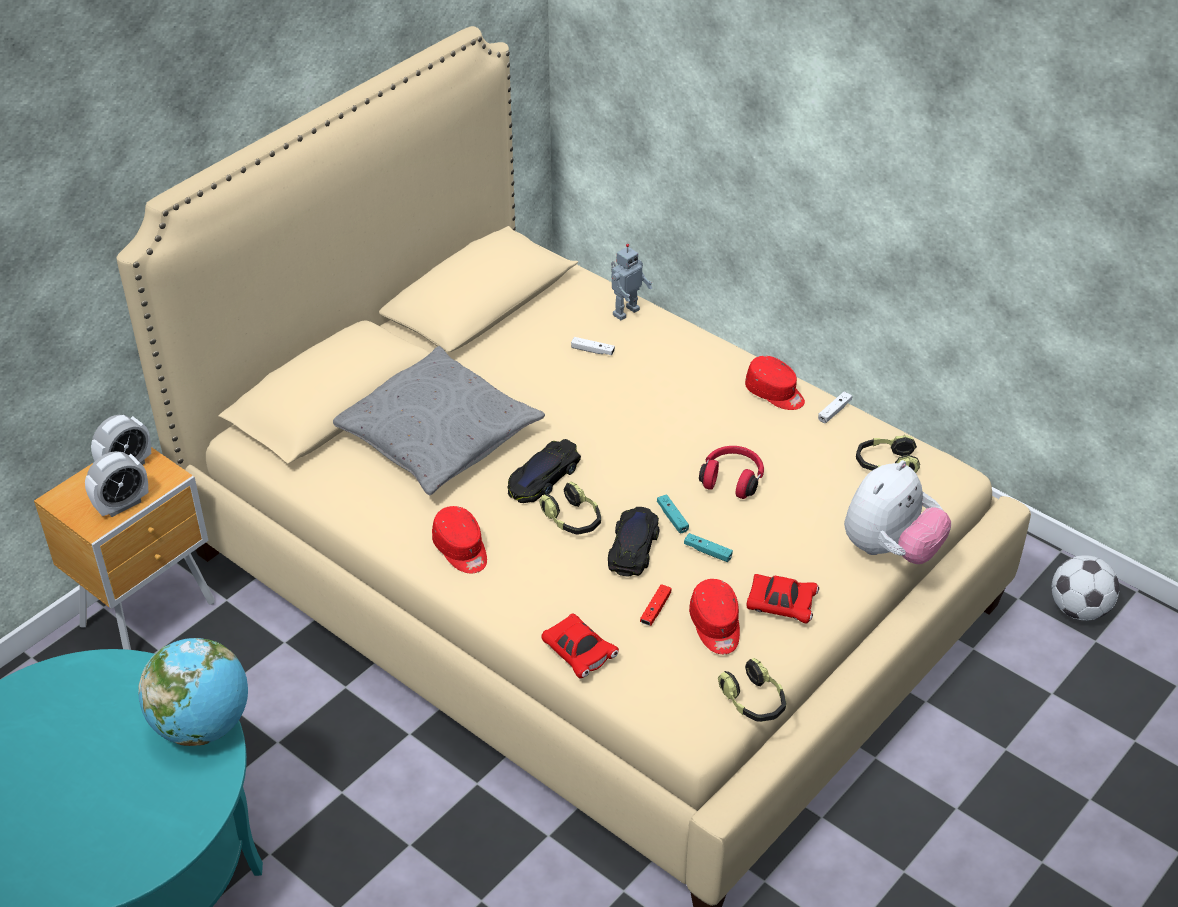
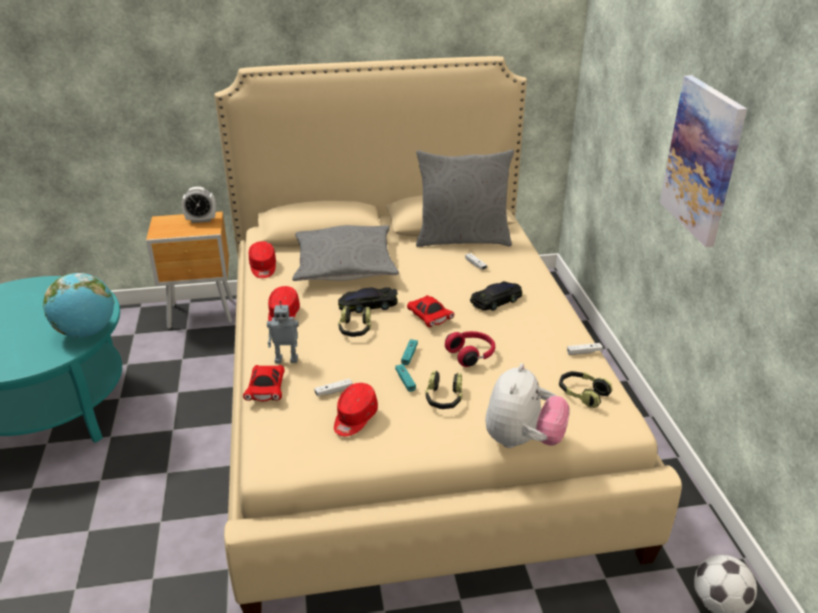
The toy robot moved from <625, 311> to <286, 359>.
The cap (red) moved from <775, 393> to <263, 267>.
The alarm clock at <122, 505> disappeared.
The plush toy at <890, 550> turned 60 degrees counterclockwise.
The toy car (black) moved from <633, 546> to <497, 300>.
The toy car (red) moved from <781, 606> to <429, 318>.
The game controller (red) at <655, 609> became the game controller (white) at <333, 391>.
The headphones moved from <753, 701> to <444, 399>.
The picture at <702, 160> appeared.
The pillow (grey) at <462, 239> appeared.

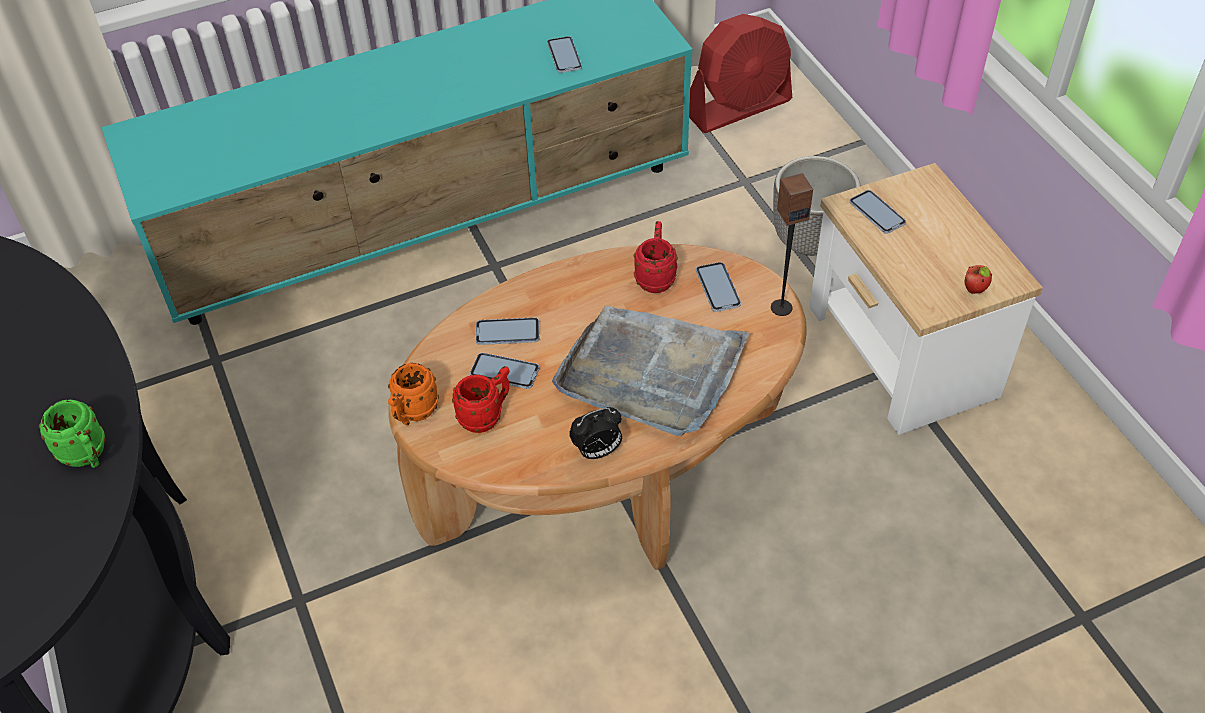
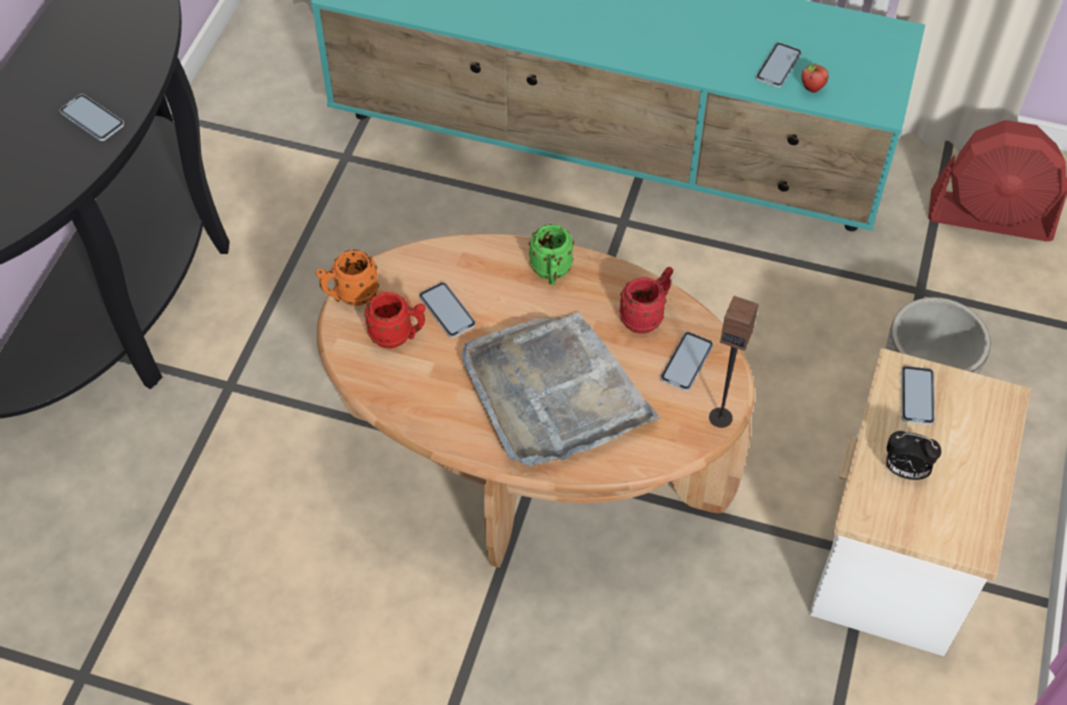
The apple moved from <975, 290> to <812, 89>.
The phone moved from <507, 332> to <92, 119>.
The mug (green) moved from <87, 456> to <551, 273>.
The alarm clock moved from <597, 451> to <904, 471>.

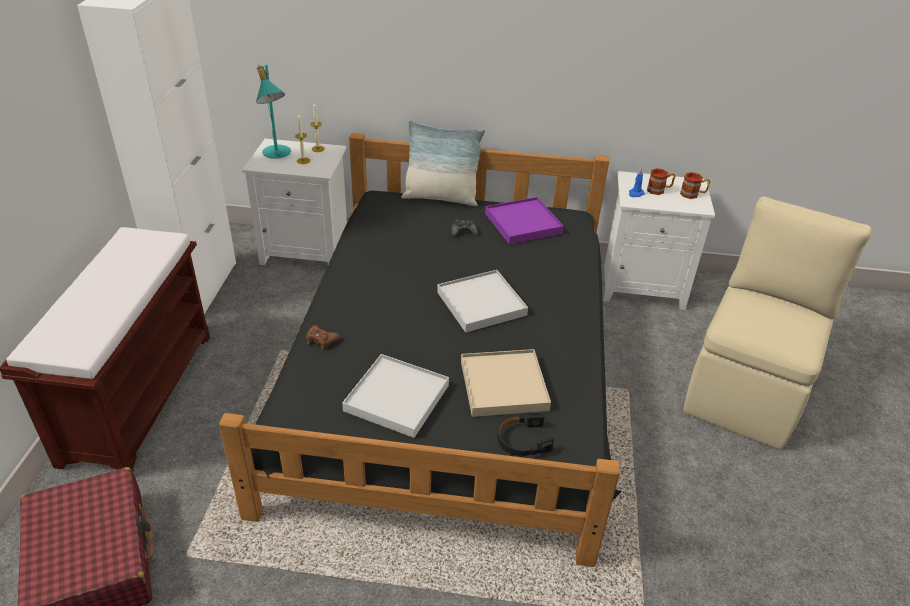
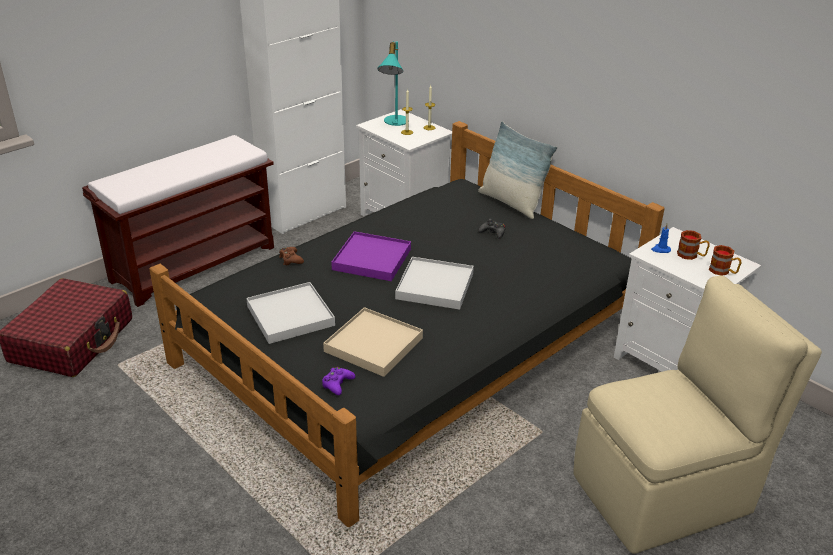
The tray (purple) moved from <523, 223> to <372, 259>.
The headphones (black) at <522, 440> was replaced by the game controller (purple) at <337, 384>.

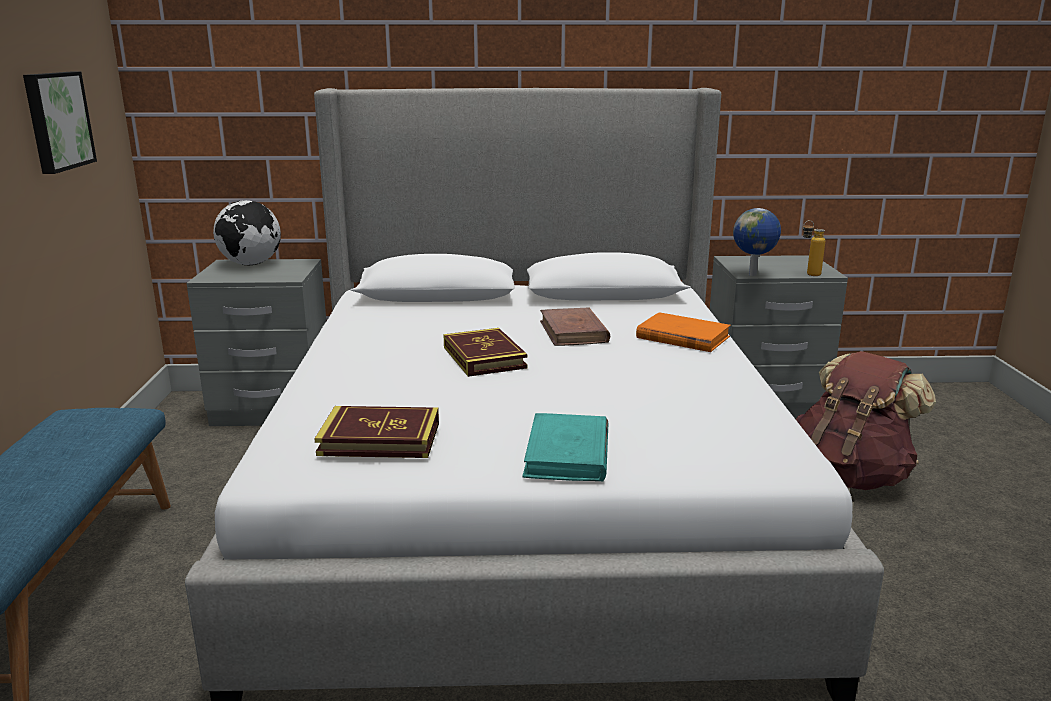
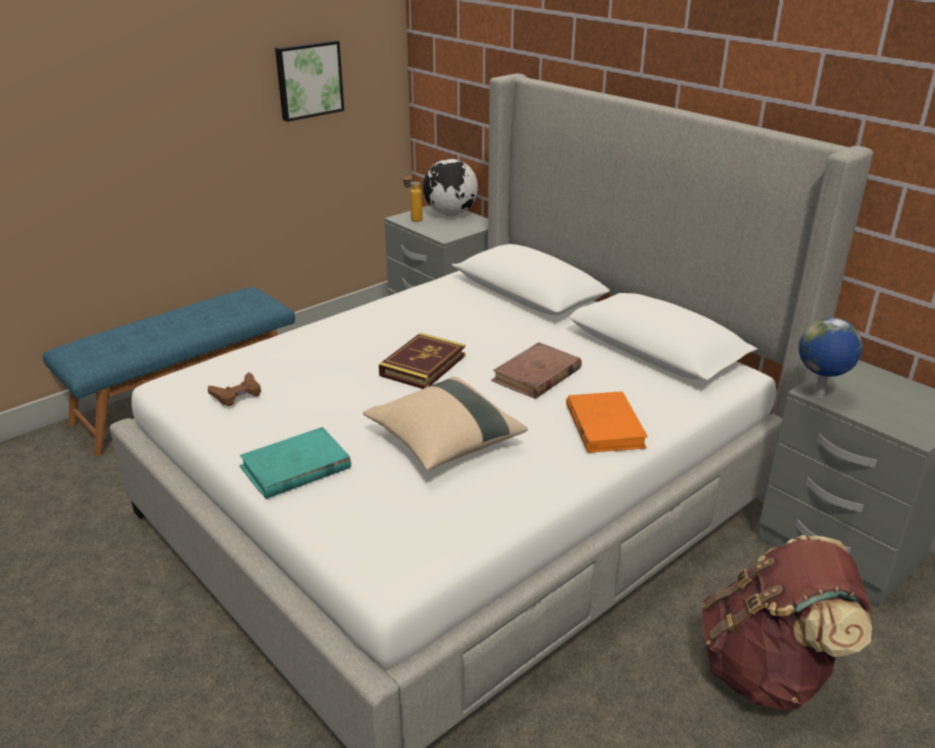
The bottle moved from <808, 275> to <413, 219>.
The book at <380, 439> was replaced by the game controller (brown) at <237, 394>.
The pillow (beige) at <444, 441> appeared.

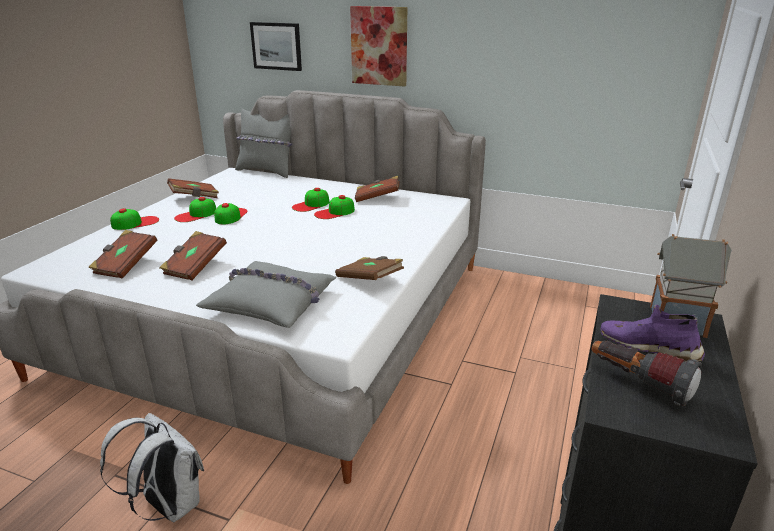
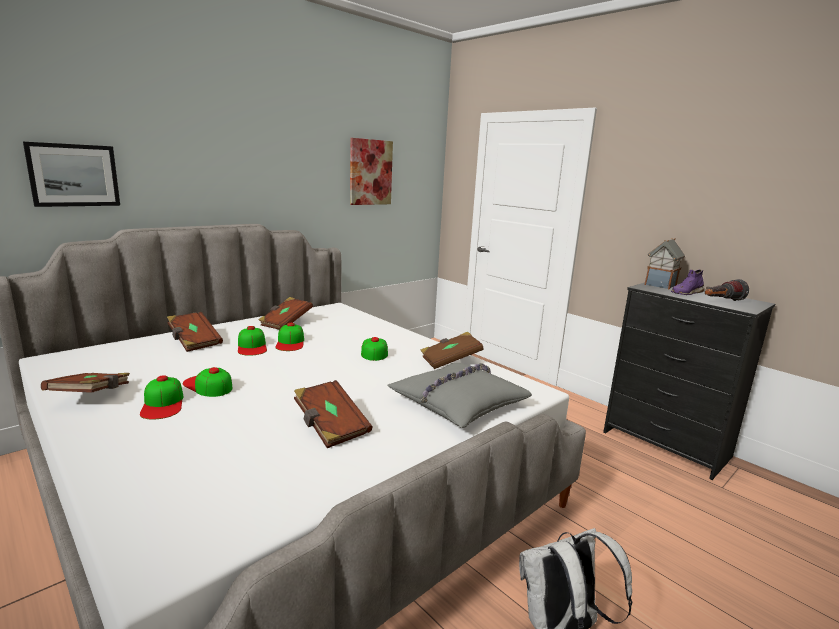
The picture moved from <379, 46> to <370, 172>.
The pillow (grey) at <266, 171> disappeared.
The cap moved from <135, 223> to <374, 351>.
The book (brown) moved from <125, 265> to <194, 341>.

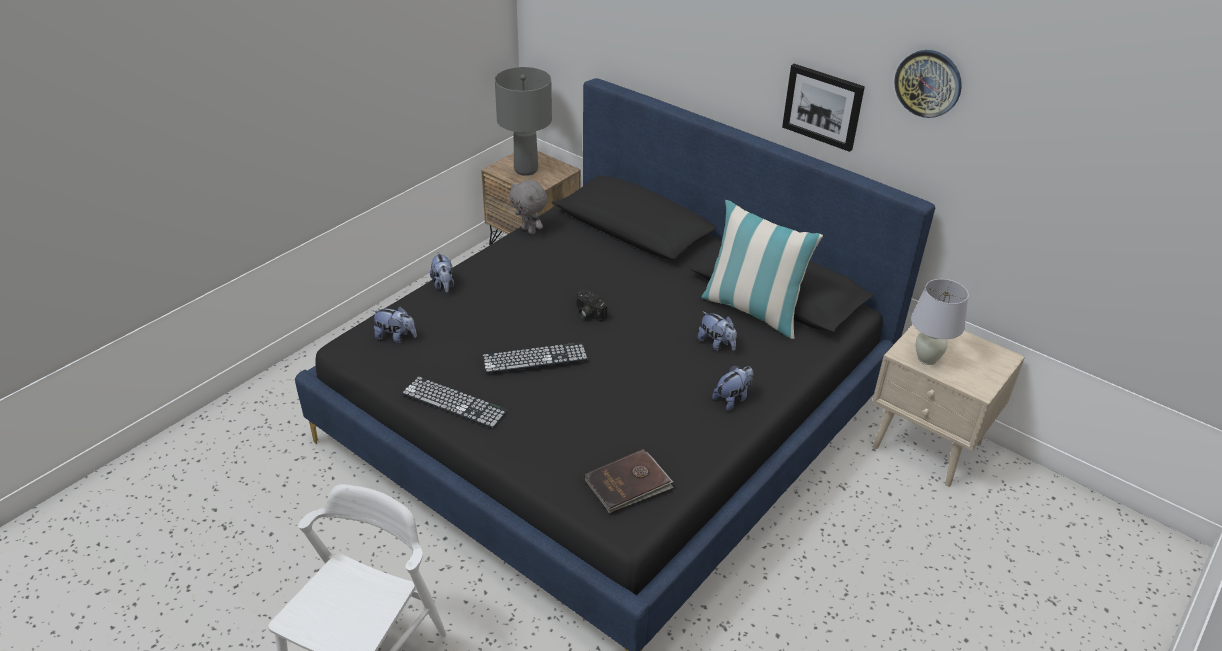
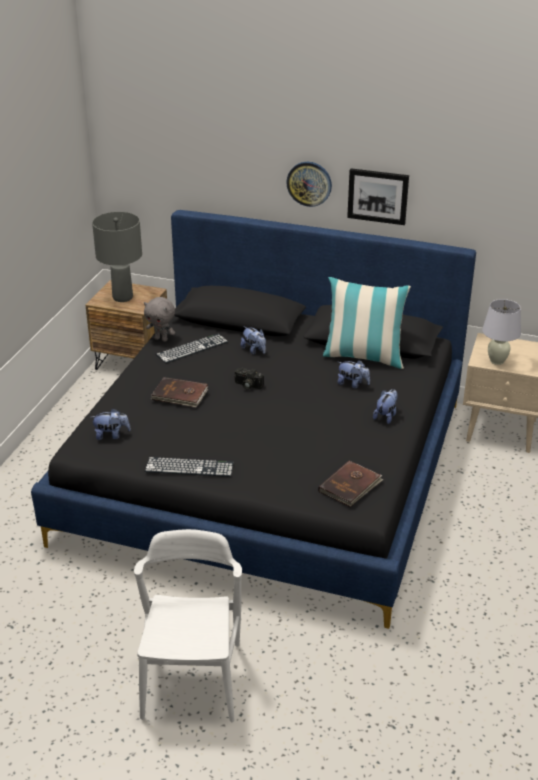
The wall clock moved from <928, 83> to <309, 183>.
The plush toy moved from <443, 285> to <254, 350>.
The keyboard moved from <534, 357> to <192, 348>.
The book (brown) at <180, 395> appeared.

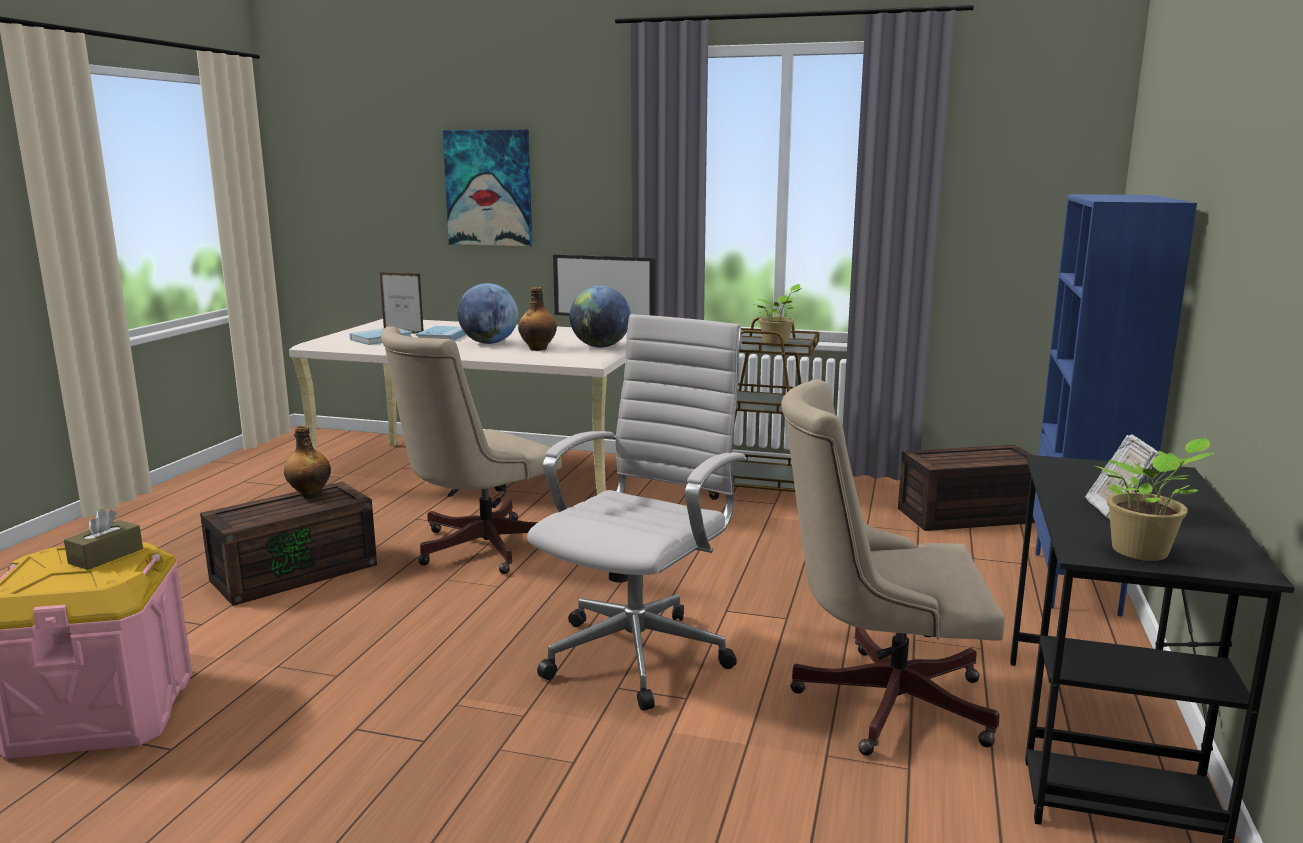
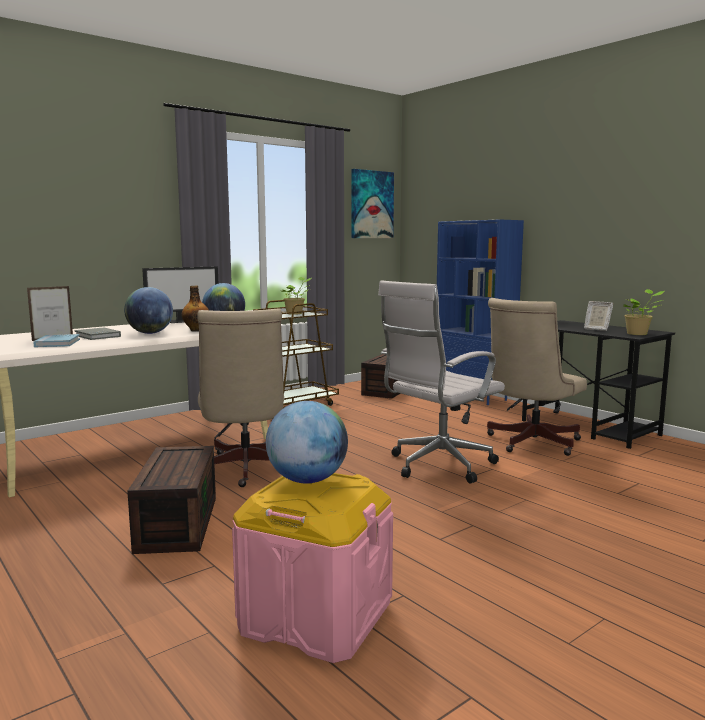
The picture moved from <489, 188> to <371, 204>.
The office chair (white) at <641, 652> turned 105 degrees counterclockwise.
The book (blue) at <443, 336> became the book (grey) at <97, 336>.
The bottle at <310, 494> disappeared.
The tissue box (brown) at <106, 556> was replaced by the globe at <307, 480>.

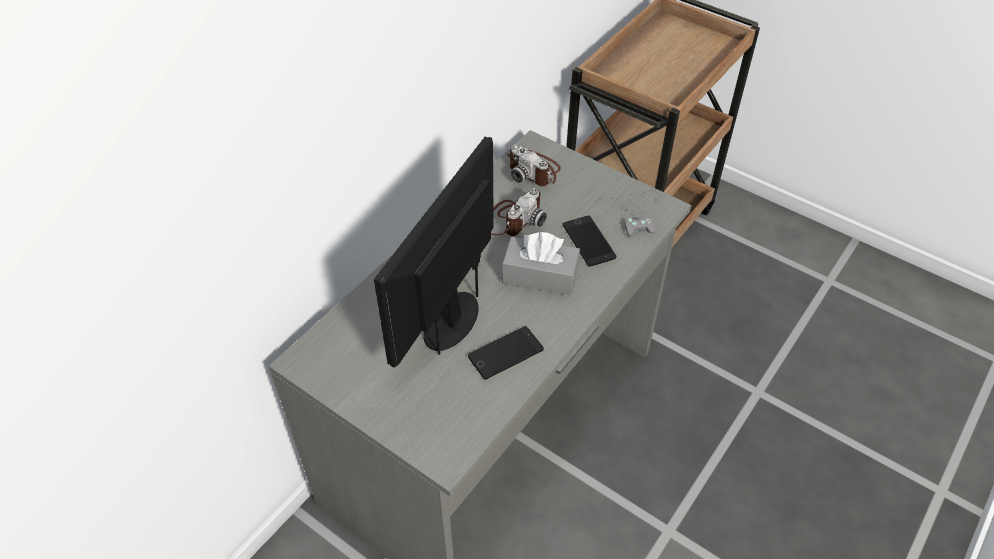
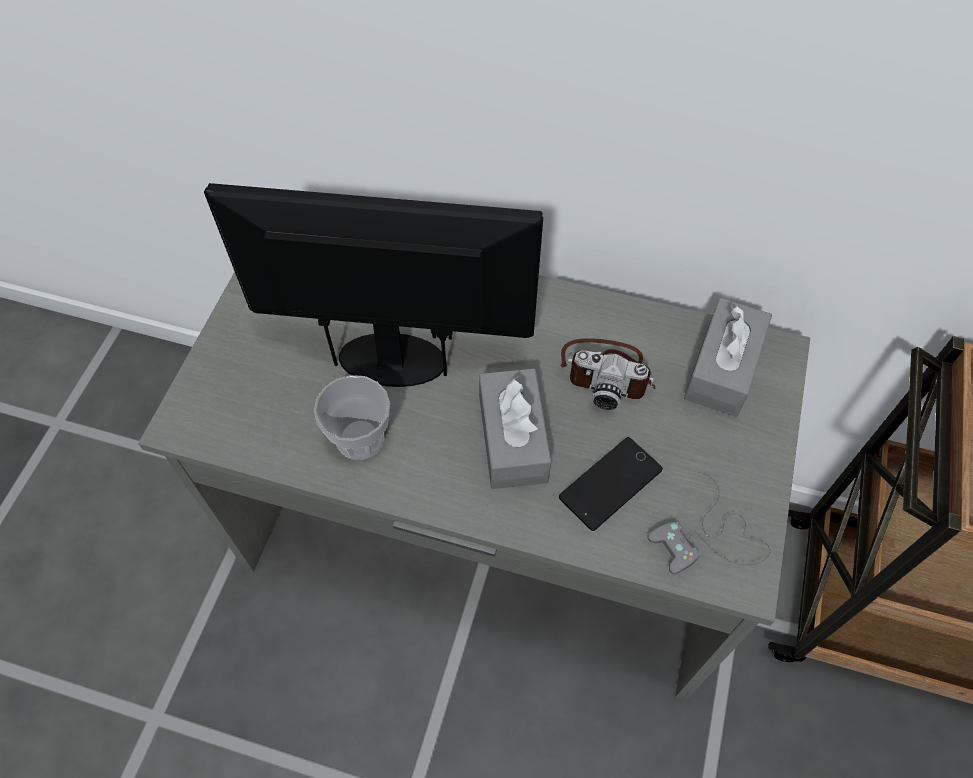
The photo camera at <534, 170> was replaced by the tissue box (grey) at <722, 368>.
The phone at <505, 353> was replaced by the cup at <360, 438>.

